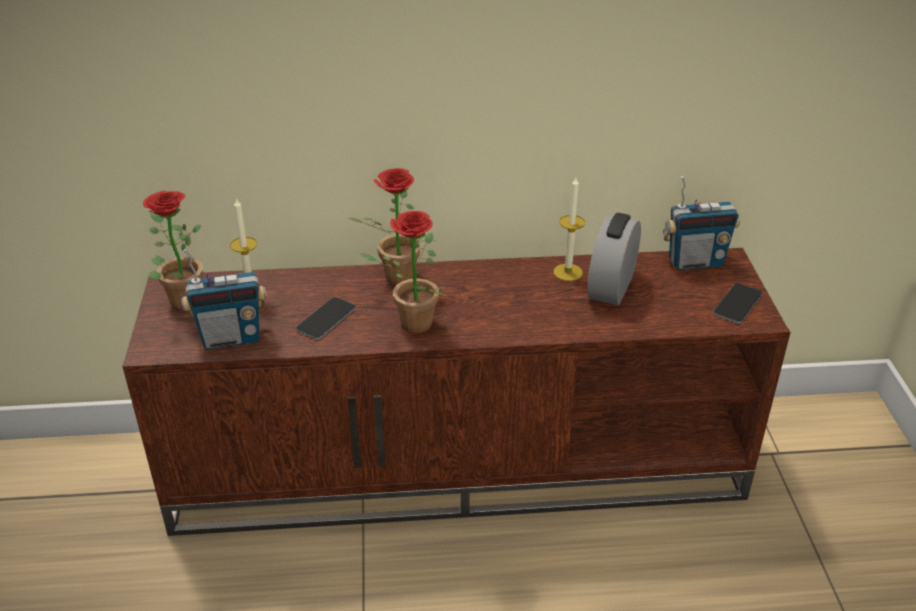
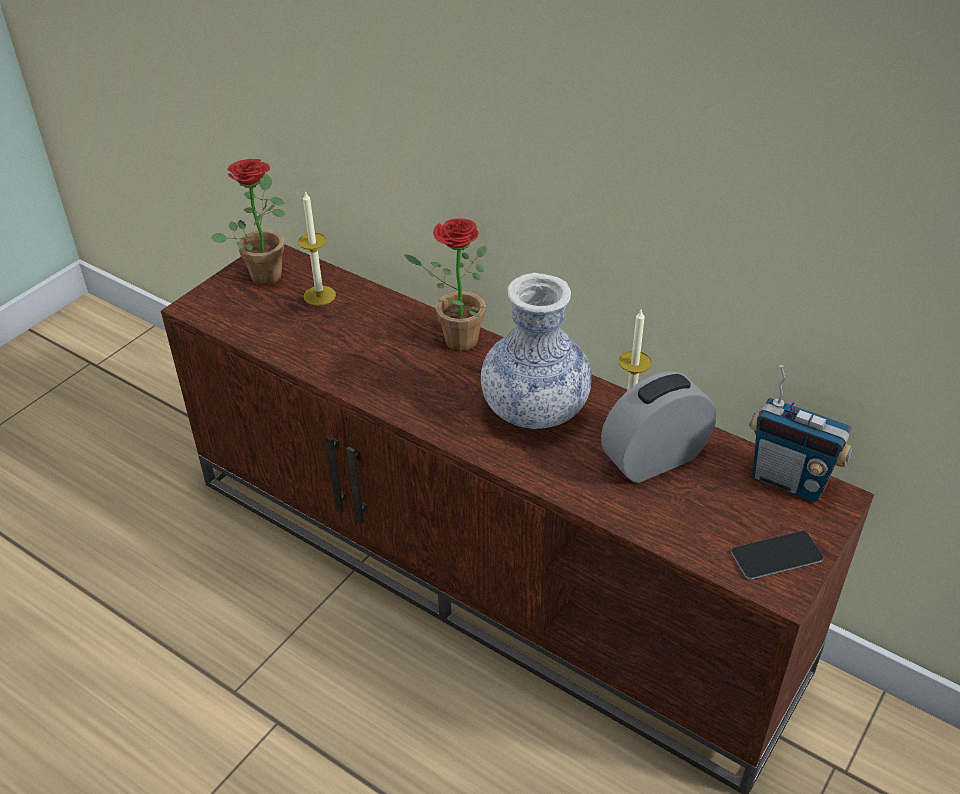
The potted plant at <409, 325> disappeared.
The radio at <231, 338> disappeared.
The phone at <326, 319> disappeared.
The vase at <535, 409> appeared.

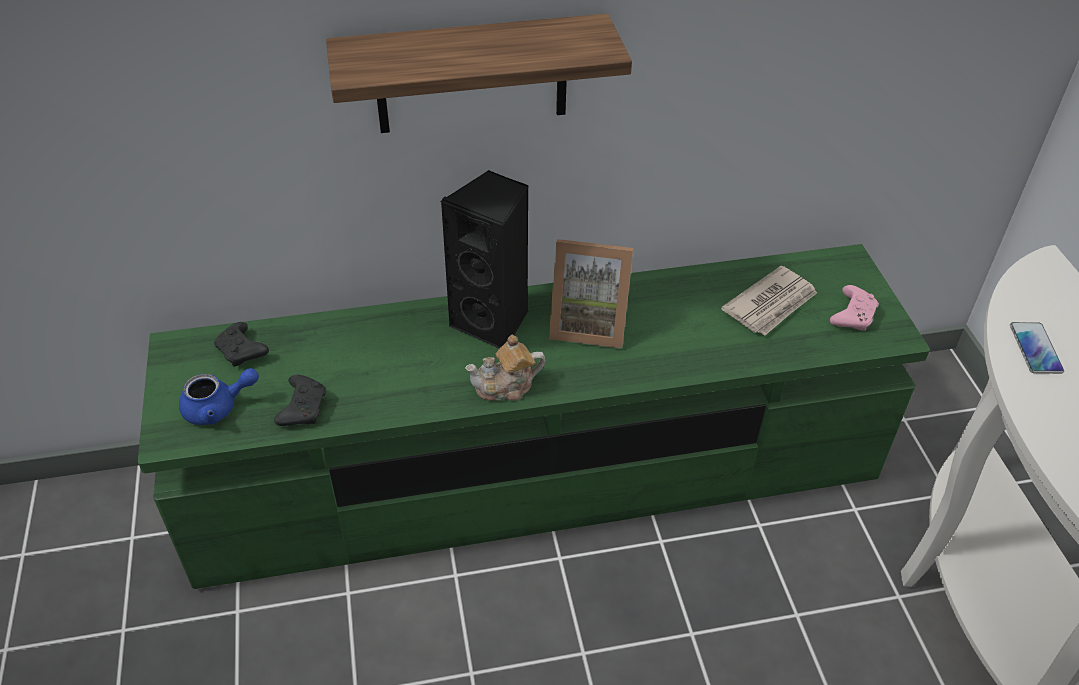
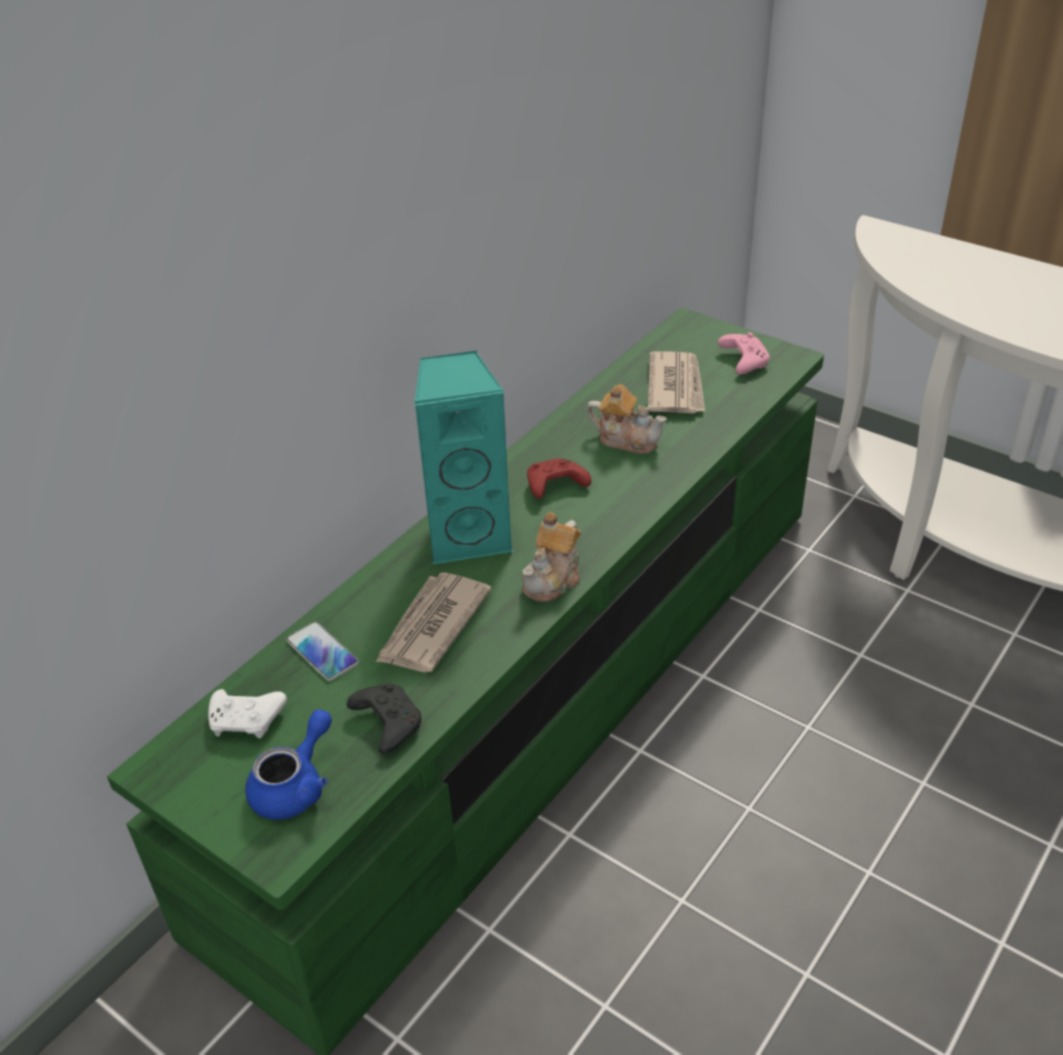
The shelf at <471, 75> disappeared.
The speaker (black) at <493, 322> became the speaker (turquoise) at <469, 536>.
The picture frame at <588, 324> was replaced by the game controller (red) at <554, 487>.
The game controller (black) at <242, 352> became the game controller (white) at <247, 721>.
The phone moved from <1035, 349> to <322, 652>.
The teapot at <627, 439> appeared.
The newspaper at <431, 626> appeared.

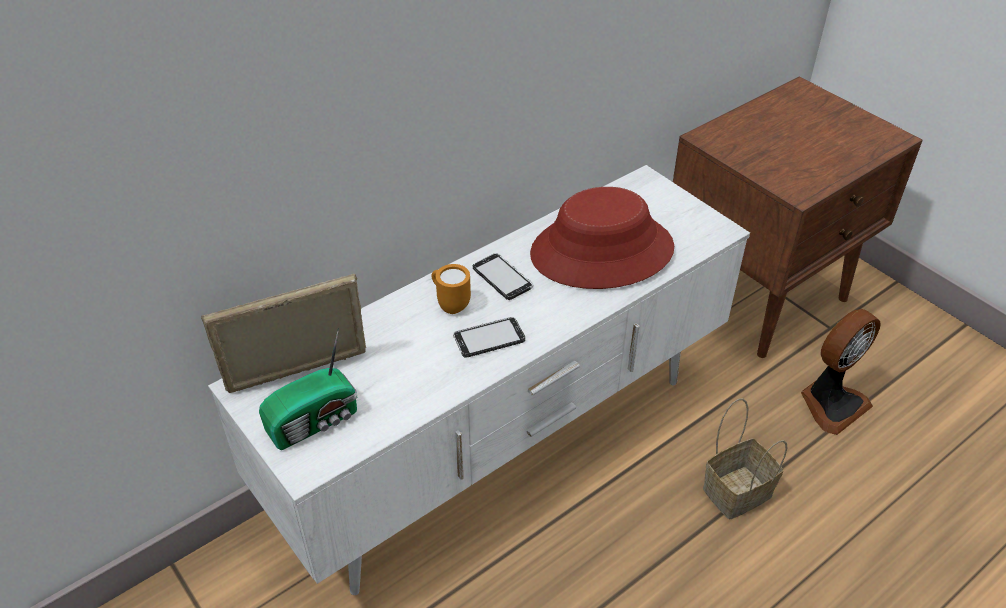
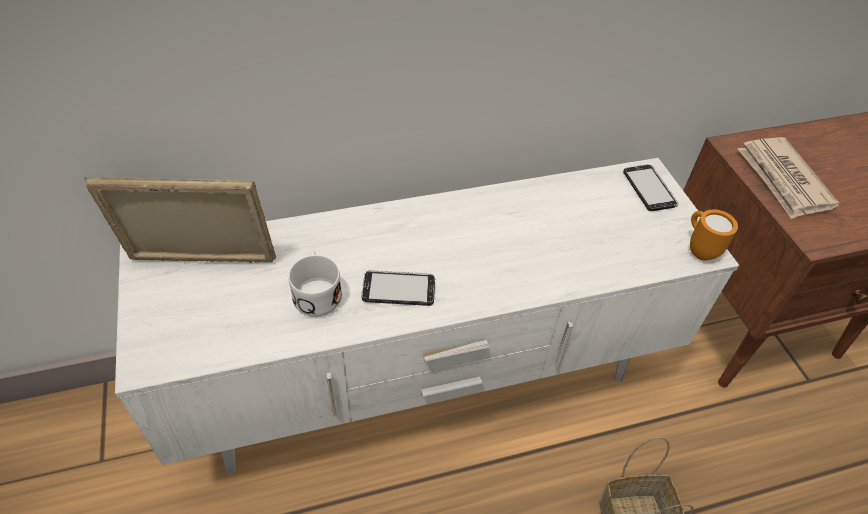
The hat (red) at <601, 252> disappeared.
The phone moved from <502, 278> to <649, 189>.
The mug (orange) moved from <450, 304> to <699, 249>.
The fan at <831, 403> disappeared.
The radio at <316, 421> disappeared.
The newspaper at <783, 180> appeared.
The mug (white) at <317, 291> appeared.

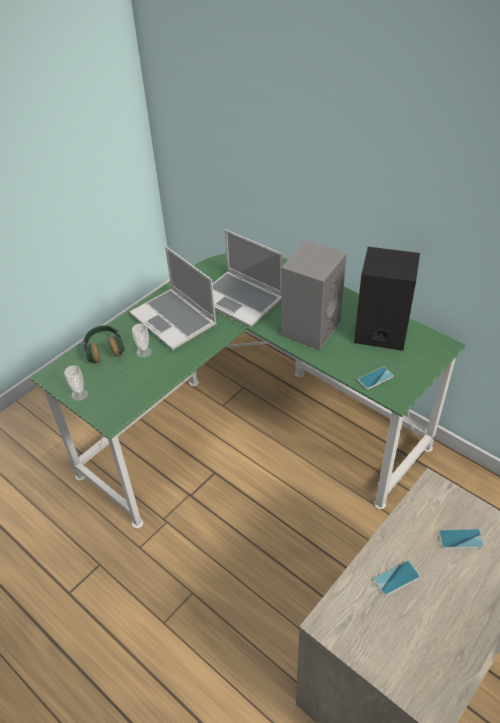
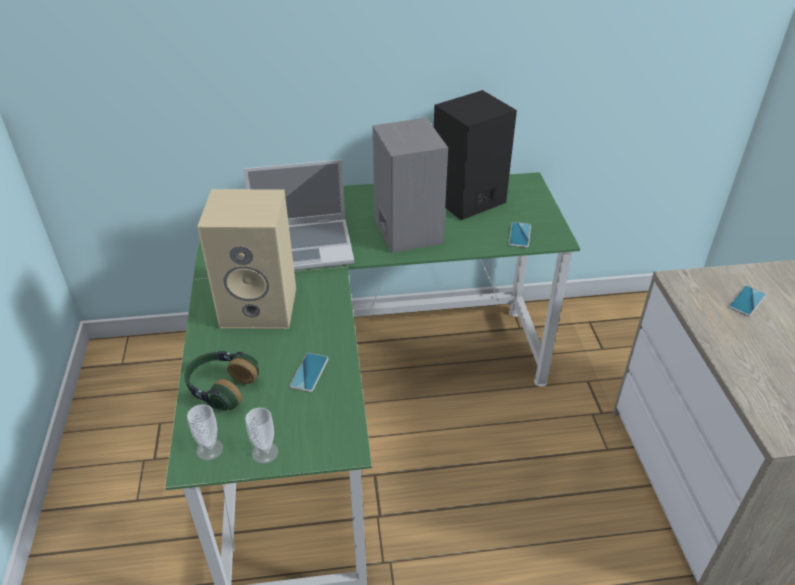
The laptop at <175, 320> was replaced by the speaker (beige) at <261, 306>.
The cup moved from <144, 352> to <209, 449>.
The phone moved from <396, 578> to <309, 372>.

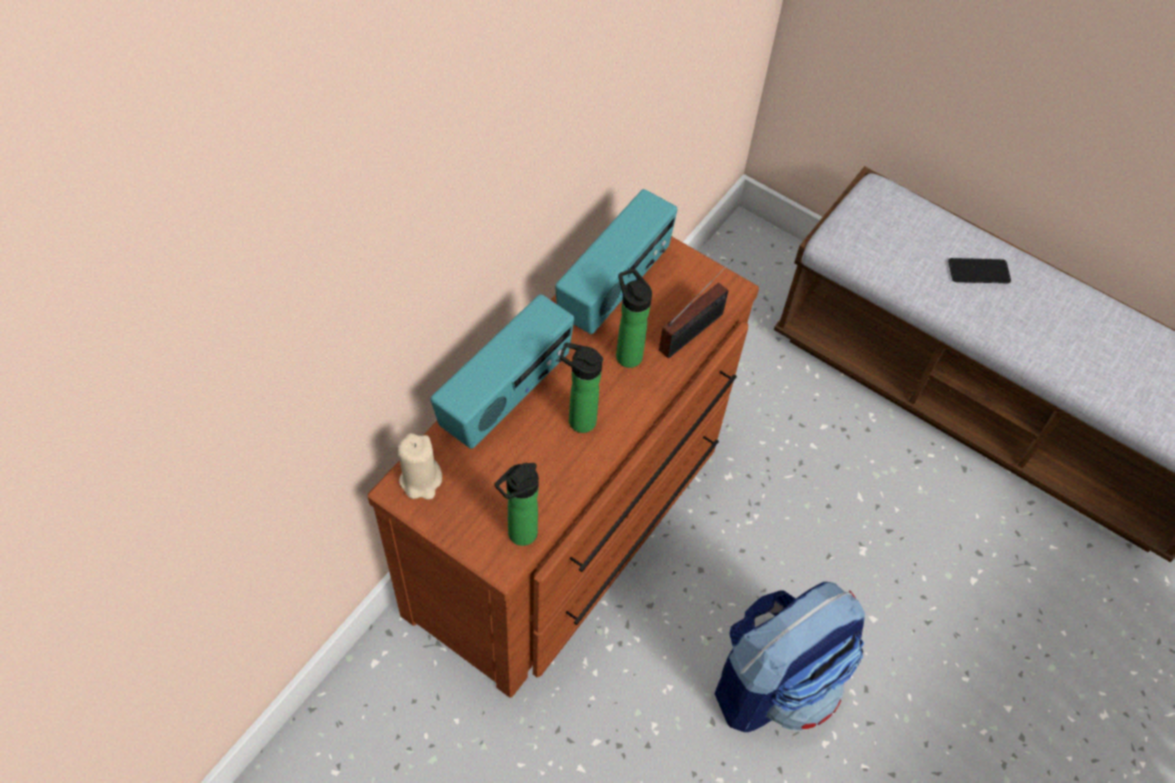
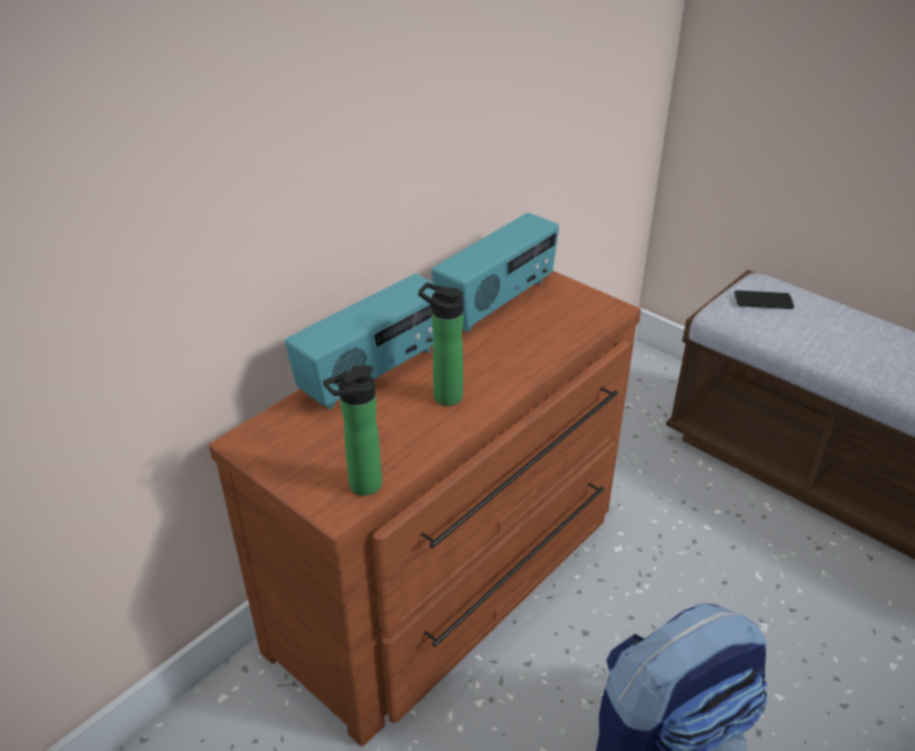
The phone moved from <978, 271> to <763, 301>.
The radio at <695, 330> disappeared.
The bottle at <627, 353> disappeared.
The candle (beige) at <421, 480> disappeared.

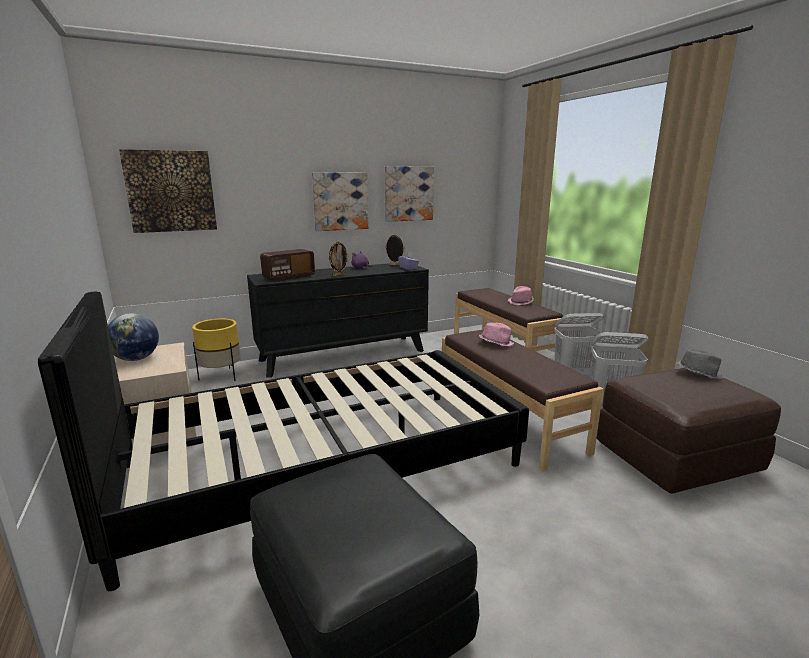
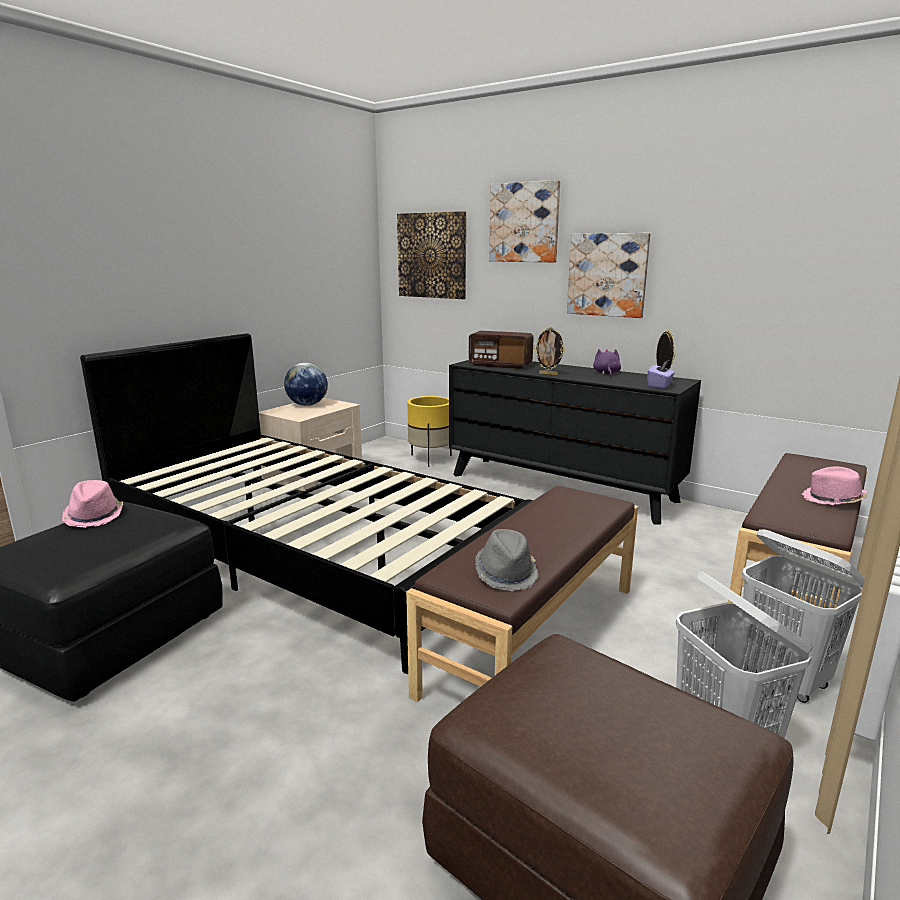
The picture moved from <408, 193> to <524, 222>.
The hat (pink) moved from <496, 343> to <94, 516>.
The hat (grey) moved from <698, 373> to <506, 573>.

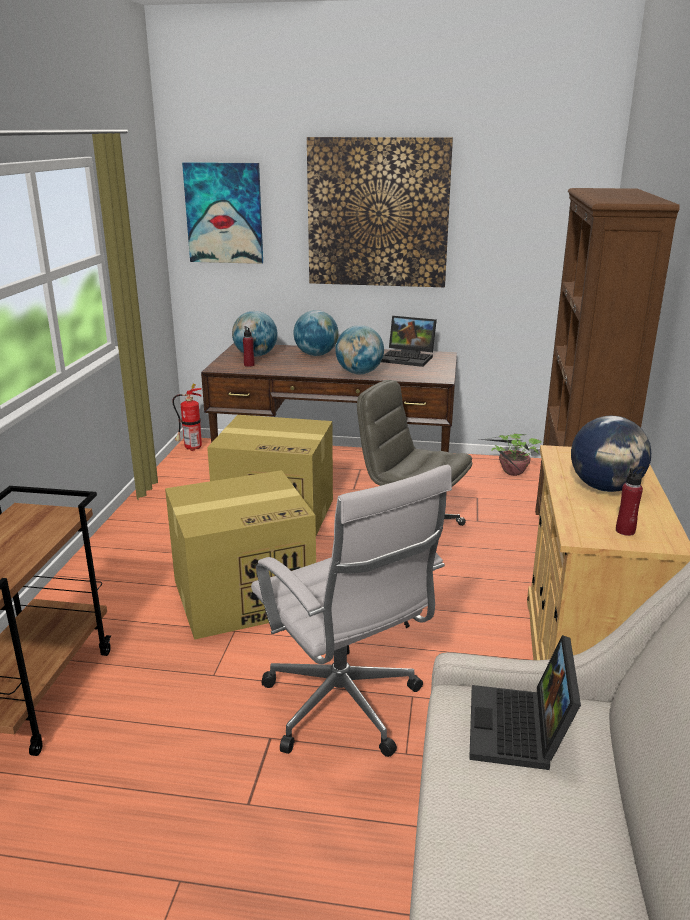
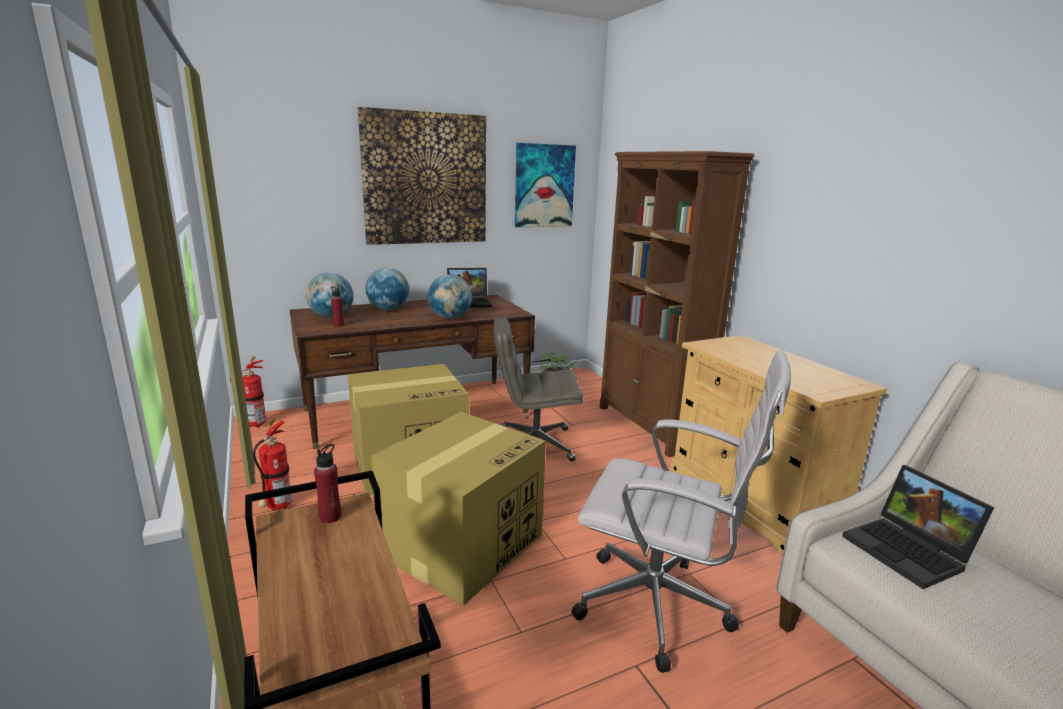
The picture moved from <224, 213> to <544, 186>.
The globe at <605, 488> disappeared.
The bottle (red) moved from <625, 531> to <330, 517>.
The fire extinguisher at <277, 508> appeared.

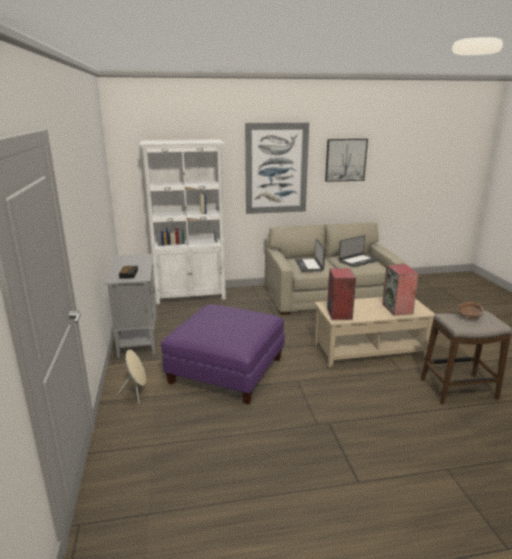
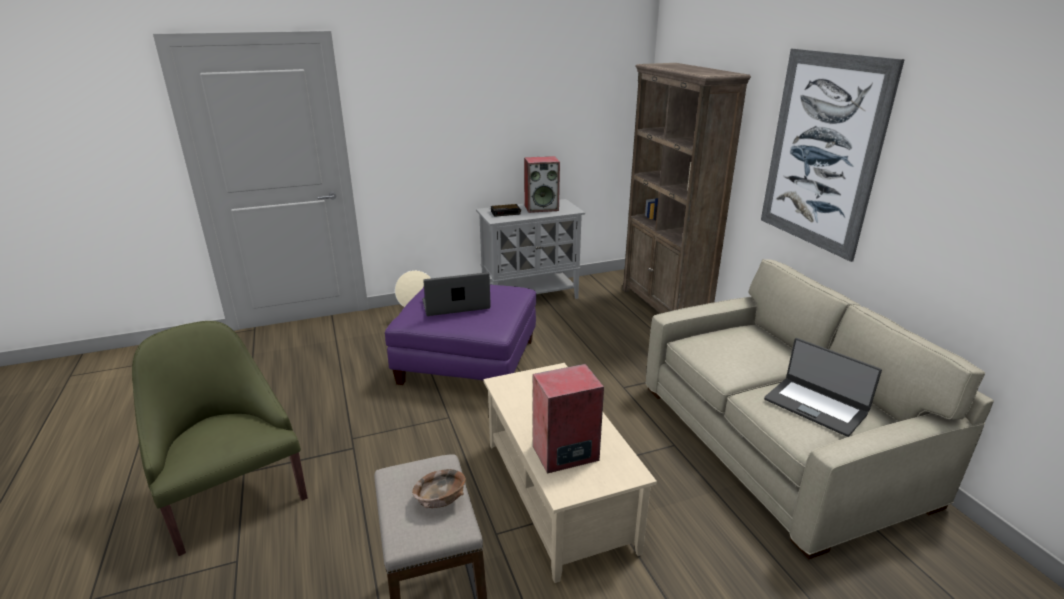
The bookcase (white) at <191, 296> became the bookcase (brown) at <664, 308>.
The picture at <345, 160> disappeared.
The laptop moved from <309, 265> to <456, 305>.
The speaker moved from <338, 313> to <541, 208>.
The armchair (green) at <233, 496> appeared.

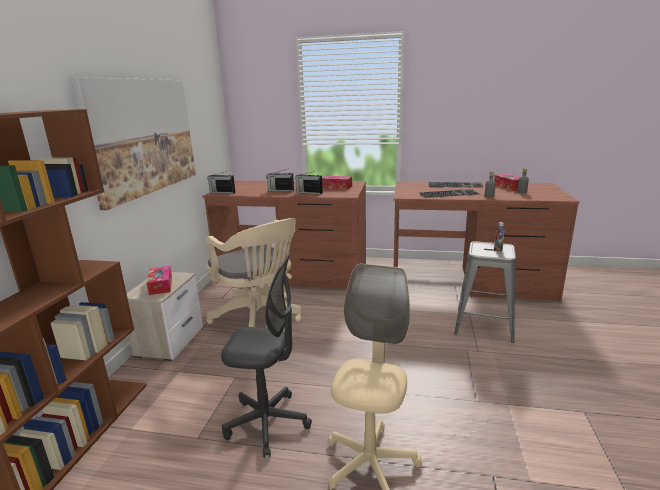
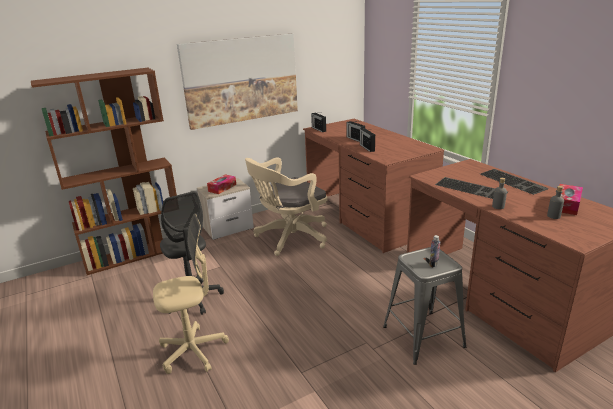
The tissue box at <336, 187> disappeared.
The office chair (beige) at <259, 317> turned 45 degrees clockwise.

